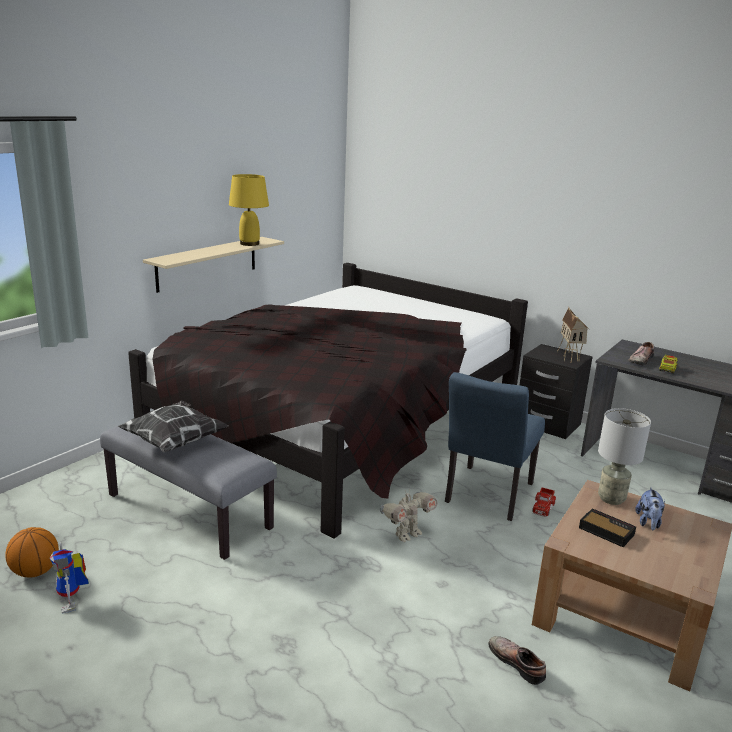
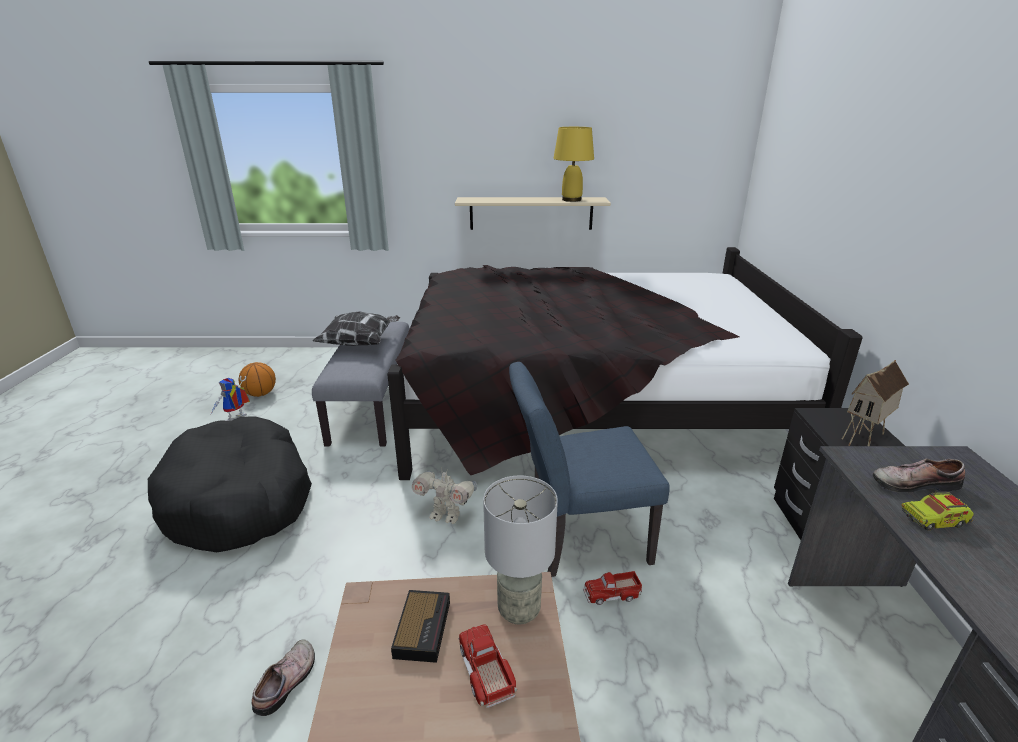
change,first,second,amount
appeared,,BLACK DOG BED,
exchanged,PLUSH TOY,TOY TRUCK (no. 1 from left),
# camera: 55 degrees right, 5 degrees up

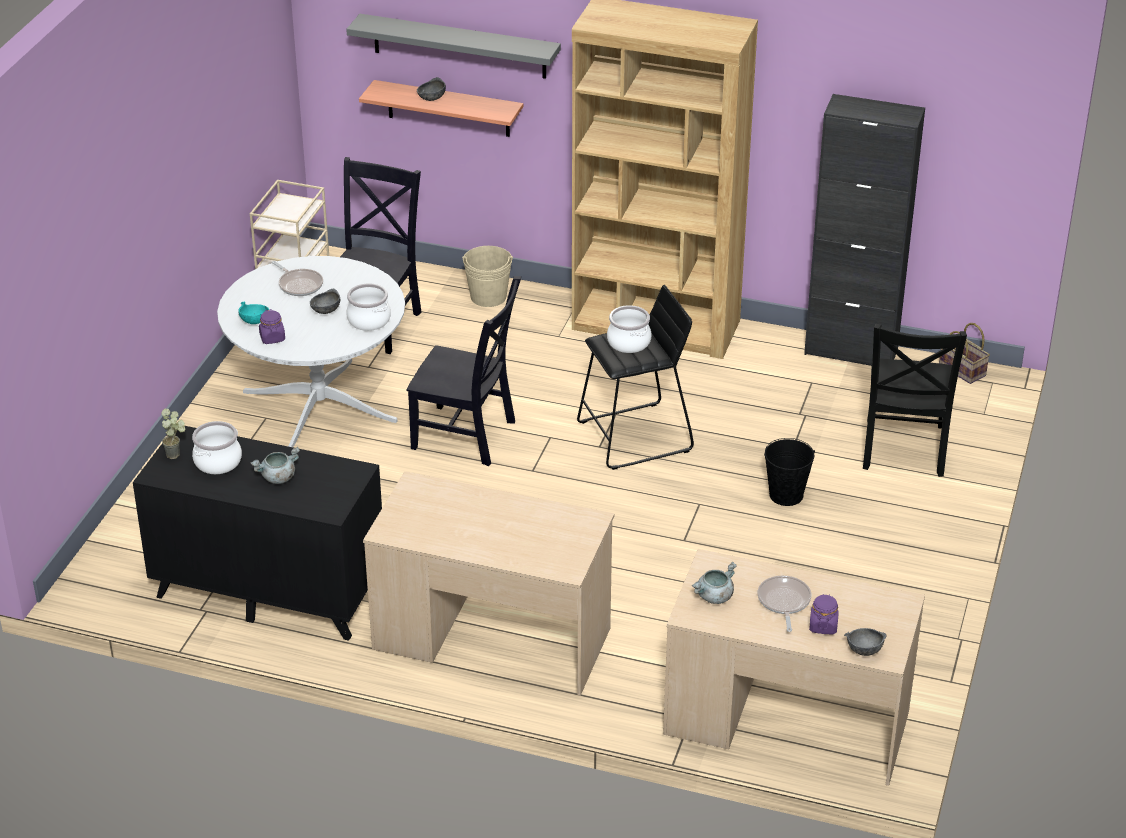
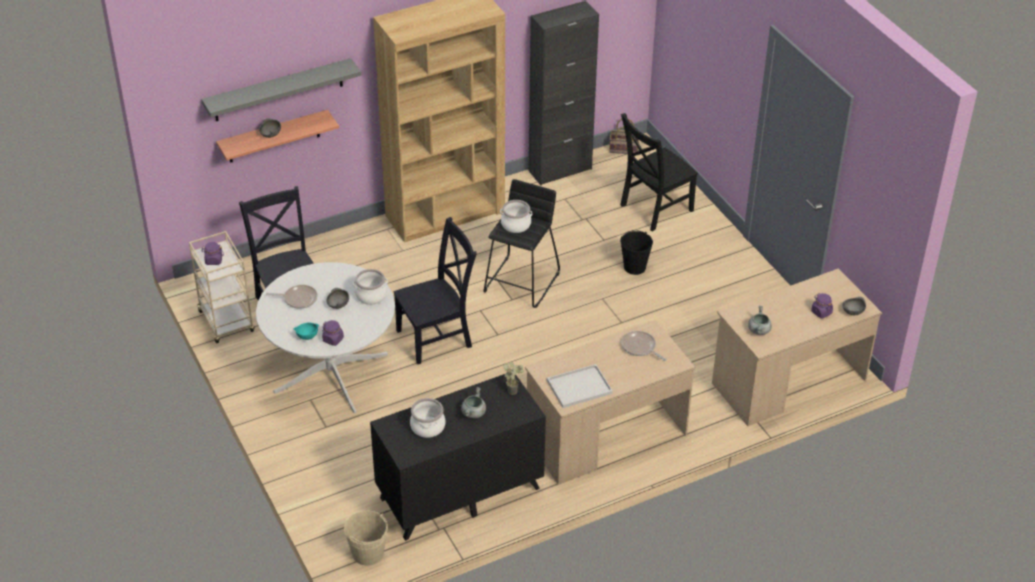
change,first,second,amount
appeared,,PURPLE JAR (no. 1 from left),
relocated,BEIGE BUCKET,,
relocated,POTTED PLANT,,
appeared,,WHITE TRAY,
spun,BLACK CHAIR (no. 3 from left),,90 degrees clockwise
relocated,FRYING PAN (no. 2 from left),,
# camera: 45 degrees left, 5 degrees up

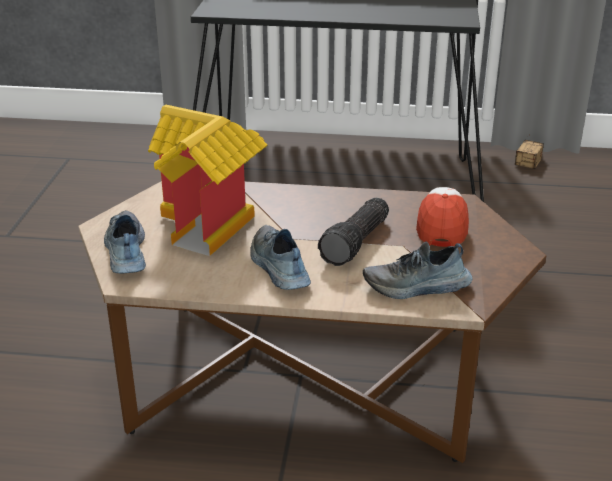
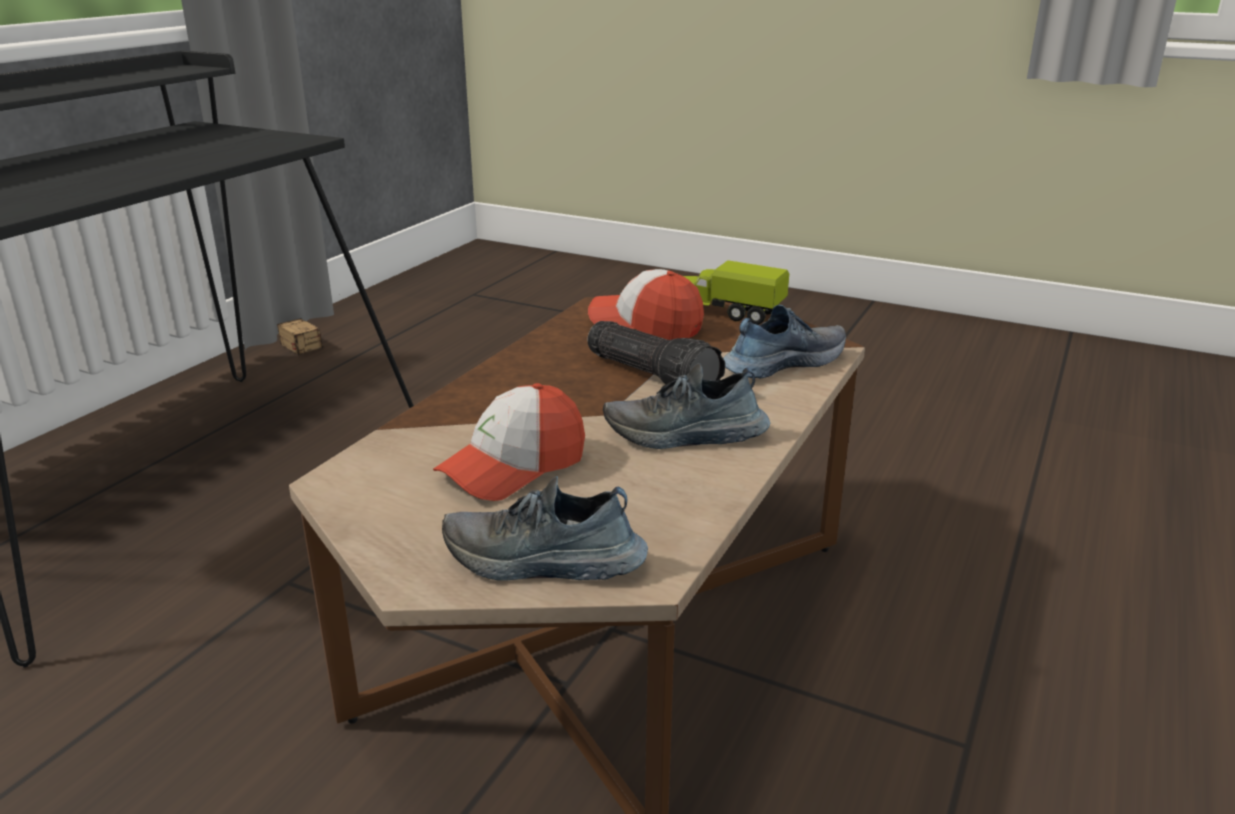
change,first,second,amount
exchanged,TOY HOUSE,CAP (no. 1 from left),
appeared,,TOY TRUCK,
spun,SHOE (no. 3 from left),,135 degrees counterclockwise
# camera: 70 degrees left, 5 degrees down

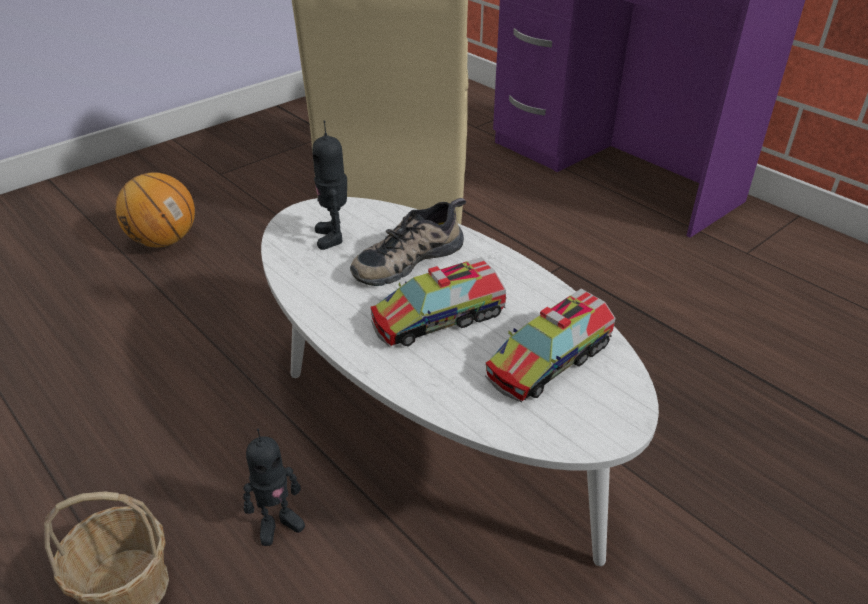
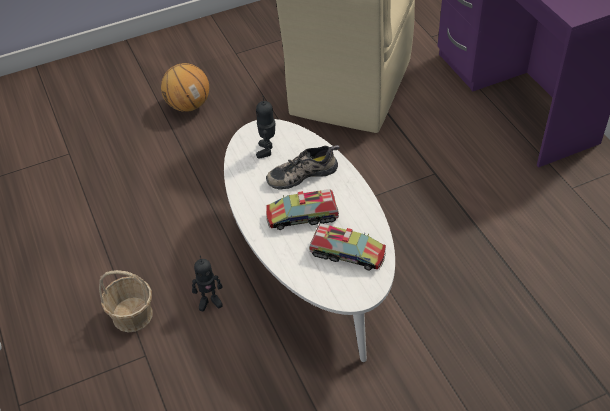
change,first,second,amount
spun,TOY TRUCK (no. 2 from left),,135 degrees counterclockwise
# camera: 20 degrees right, 10 degrees up

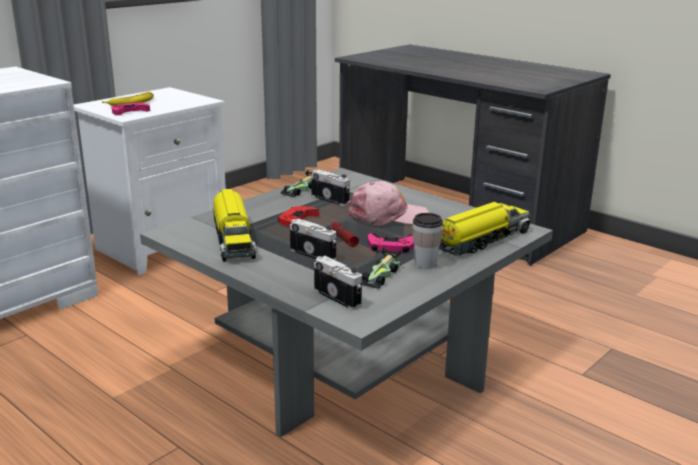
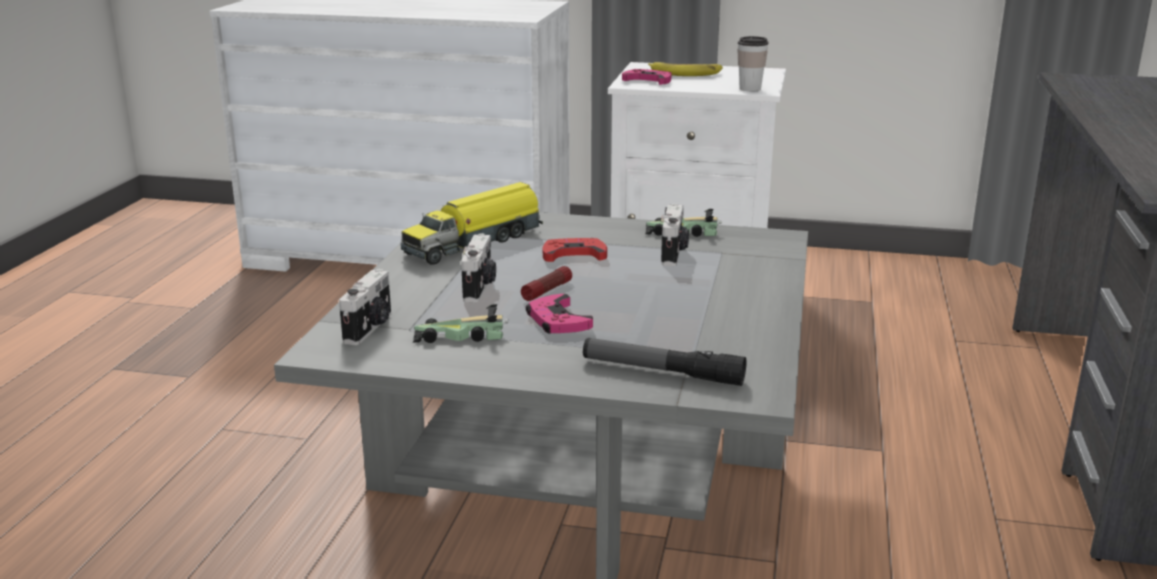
change,first,second,amount
exchanged,TOY TRUCK (no. 2 from left),FLASHLIGHT (no. 2 from left),
relocated,CUP,,
missing,PINK CAP,,
# camera: 60 degrees right, 0 degrees up

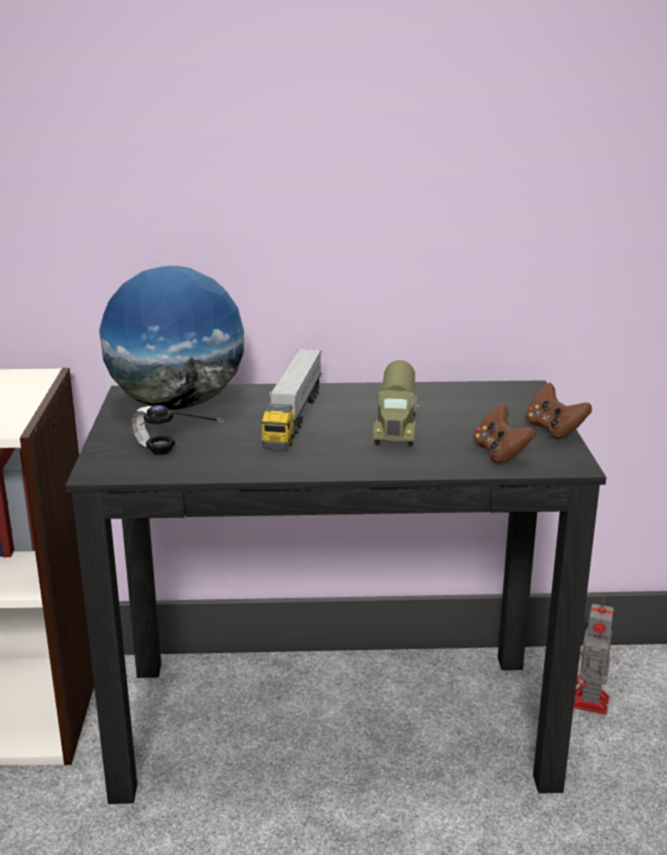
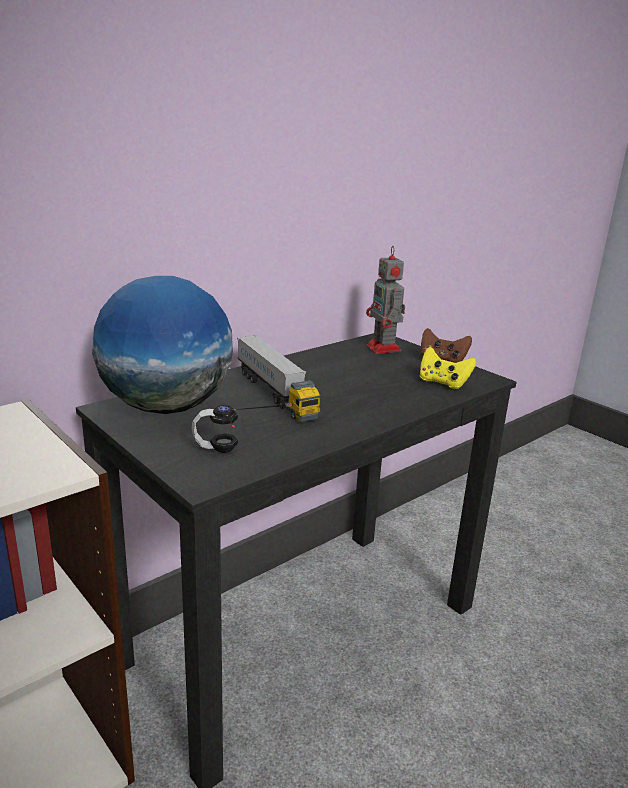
change,first,second,amount
relocated,TOY ROBOT,,
colour,BROWN GAME CONTROLLER (no. 1 from left),YELLOW GAME CONTROLLER,
missing,TOY TRUCK (no. 2 from left),,
# camera: 40 degrees left, 0 degrees up

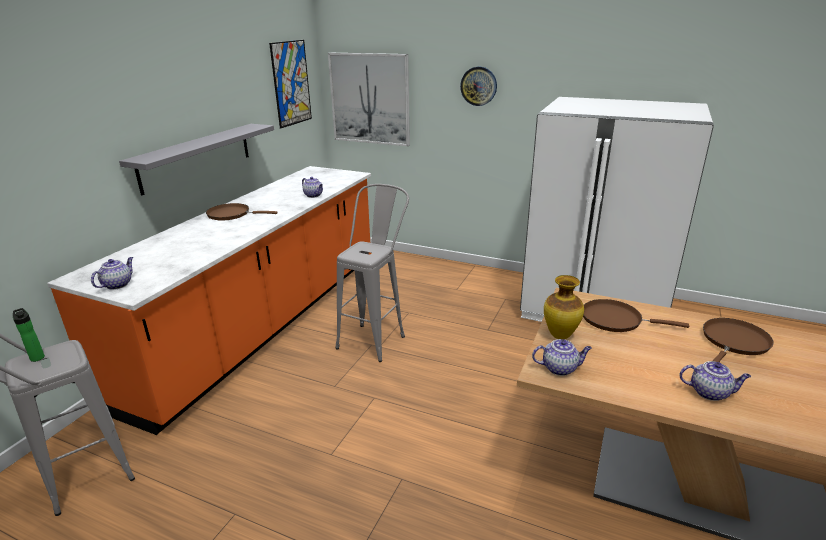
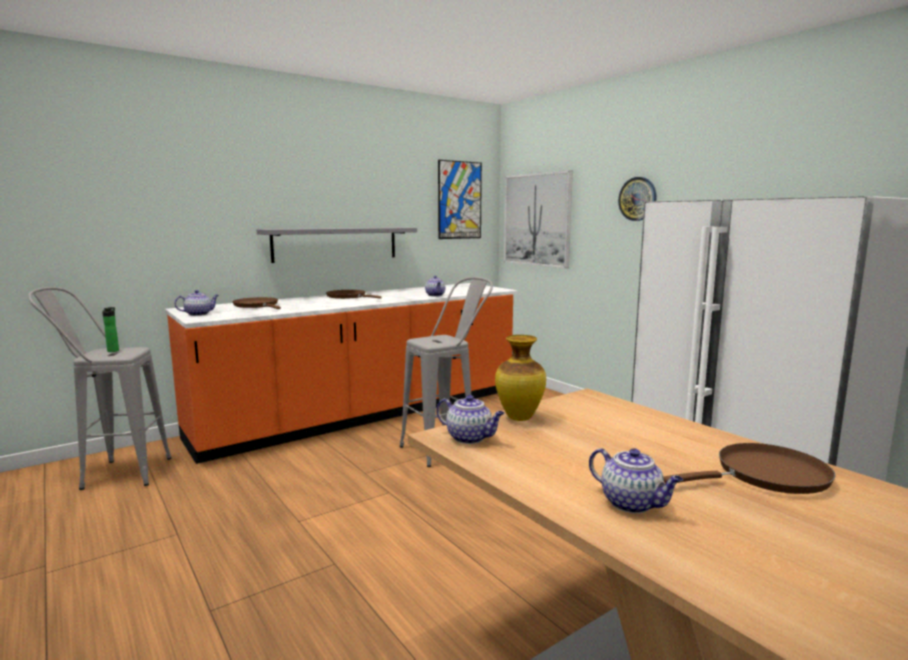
change,first,second,amount
relocated,BROWN FRYING PAN (no. 2 from left in the first image),BROWN FRYING PAN (no. 1 from left),
# camera: 30 degrees right, 15 degrees down

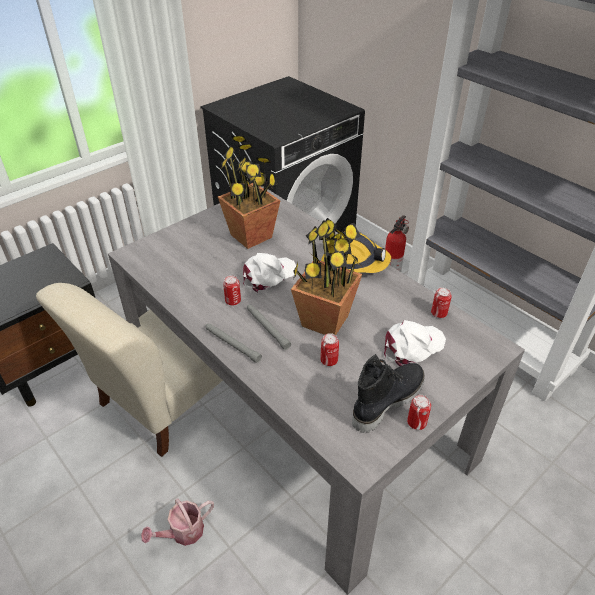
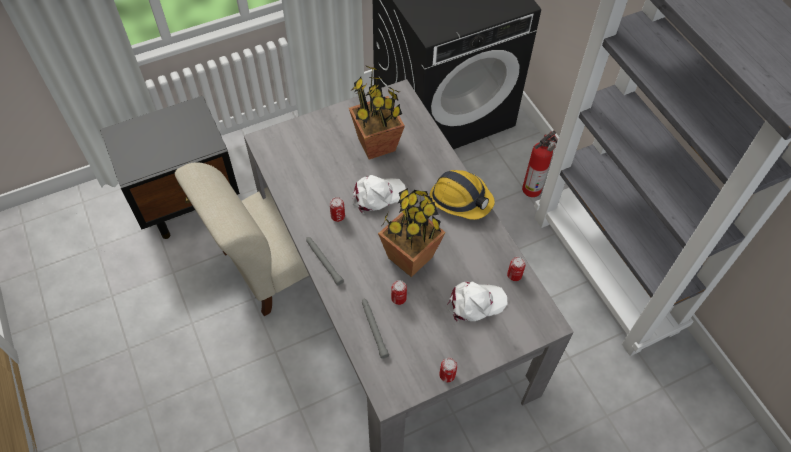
change,first,second,amount
relocated,GREY FLASHLIGHT (no. 2 from left),,
missing,WATERING CAN,,
missing,BLACK BOOT,,
# camera: 15 degrees right, 15 degrees up

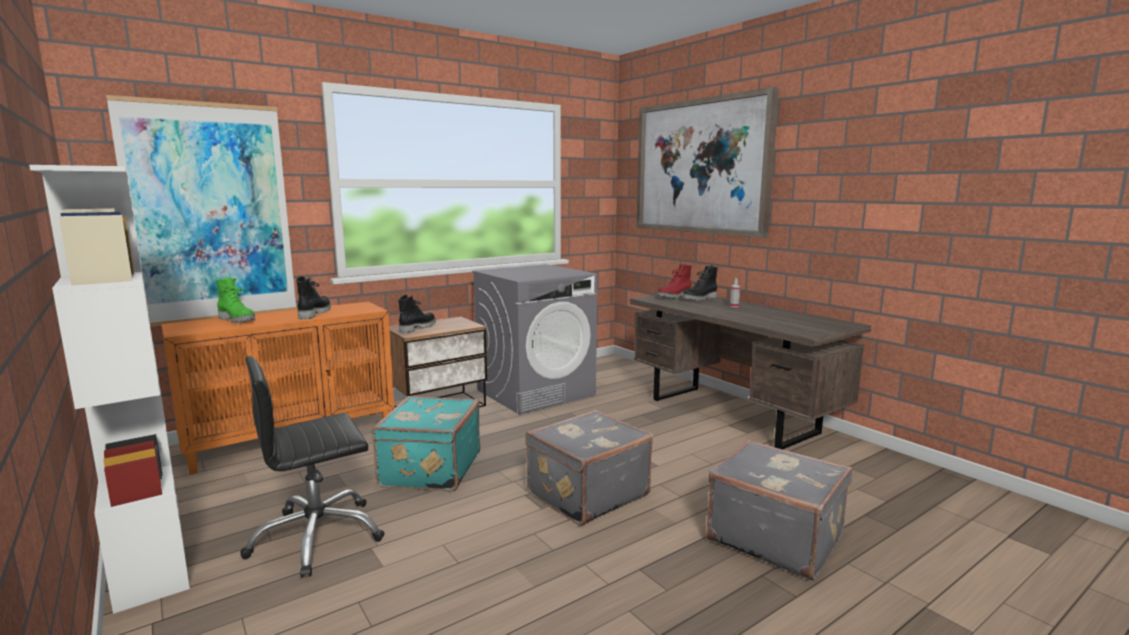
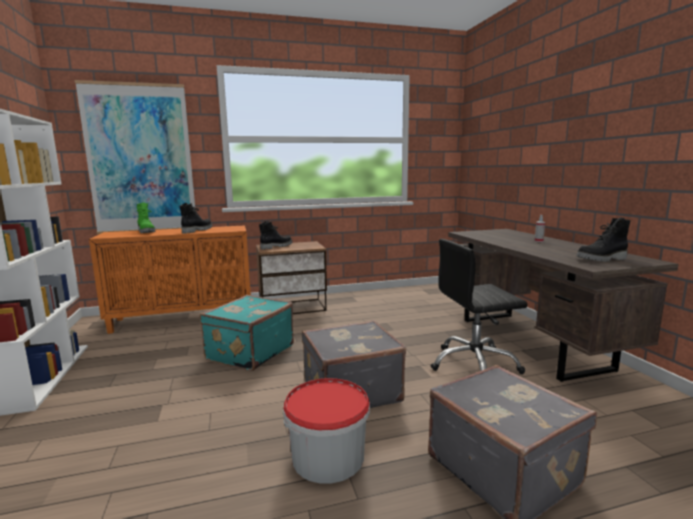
change,first,second,amount
appeared,,BUCKET,
relocated,BLACK OFFICE CHAIR,,
relocated,BLACK BOOT (no. 3 from left),,
missing,GREY WASHING MACHINE,,
missing,PICTURE (no. 2 from left),,
missing,RED BOOT,,
# camera: 20 degrees right, 0 degrees up

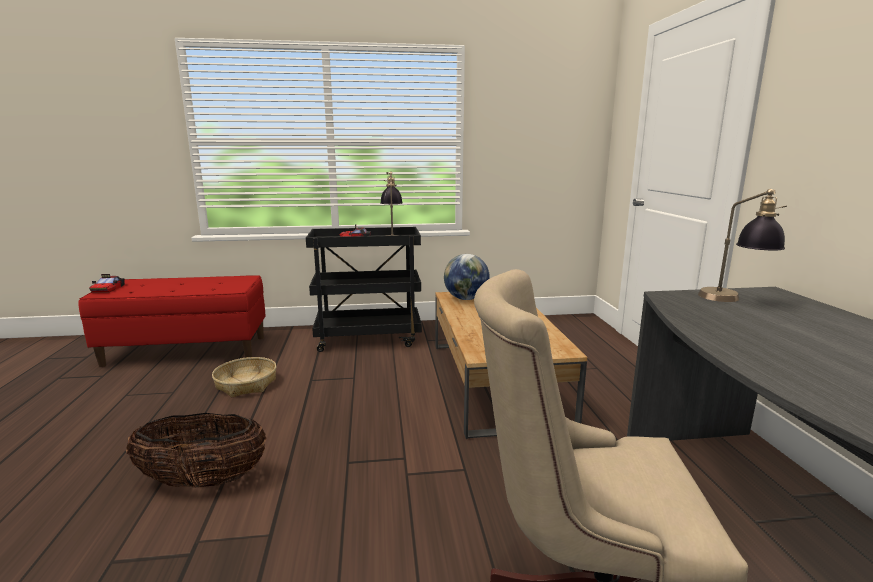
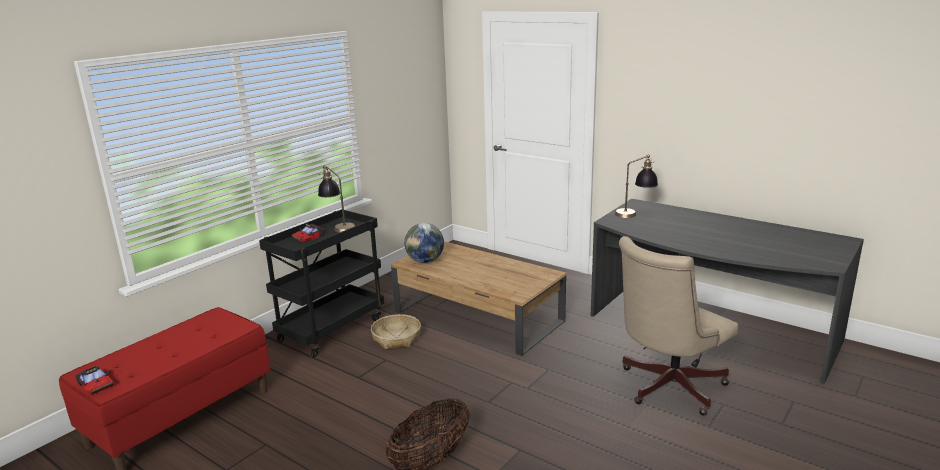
change,first,second,amount
relocated,BASKET (no. 2 from left in the first image),BASKET (no. 1 from left),
# camera: 45 degrees left, 5 degrees up

